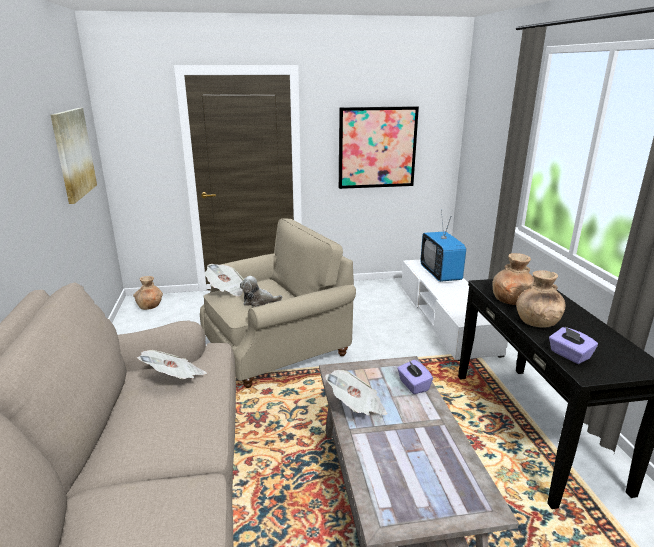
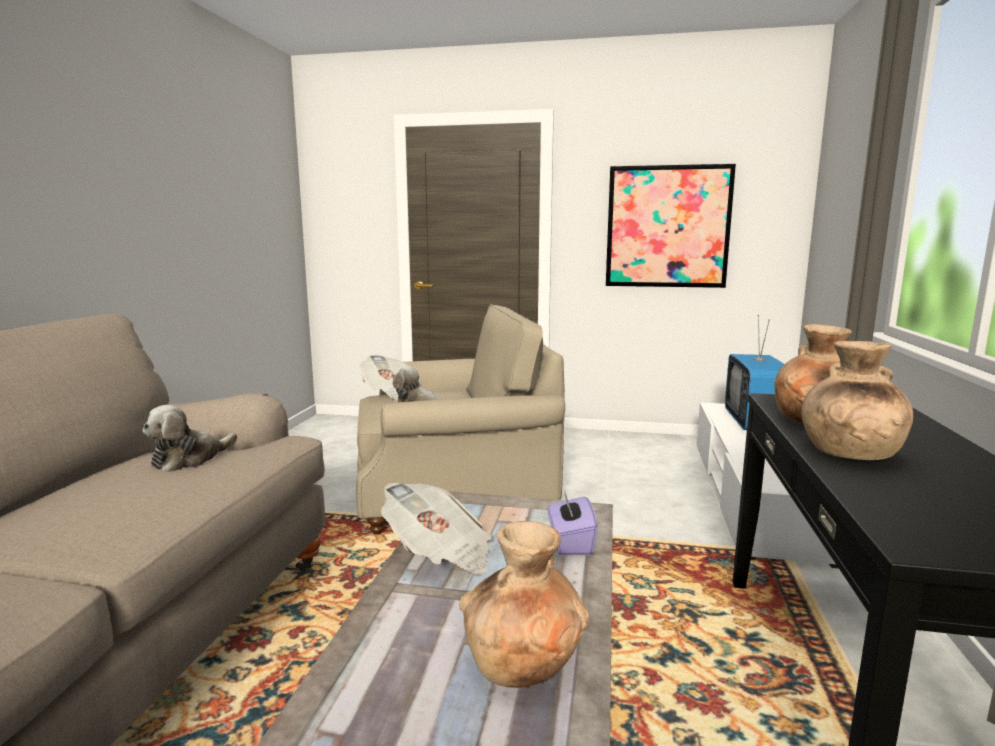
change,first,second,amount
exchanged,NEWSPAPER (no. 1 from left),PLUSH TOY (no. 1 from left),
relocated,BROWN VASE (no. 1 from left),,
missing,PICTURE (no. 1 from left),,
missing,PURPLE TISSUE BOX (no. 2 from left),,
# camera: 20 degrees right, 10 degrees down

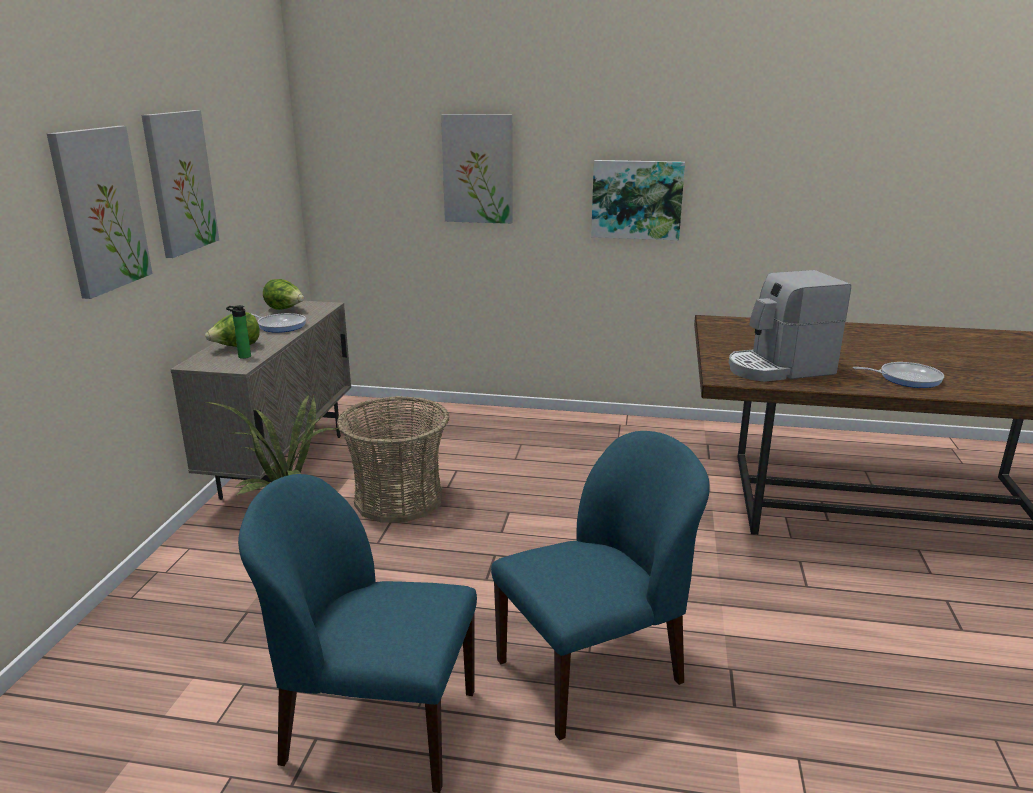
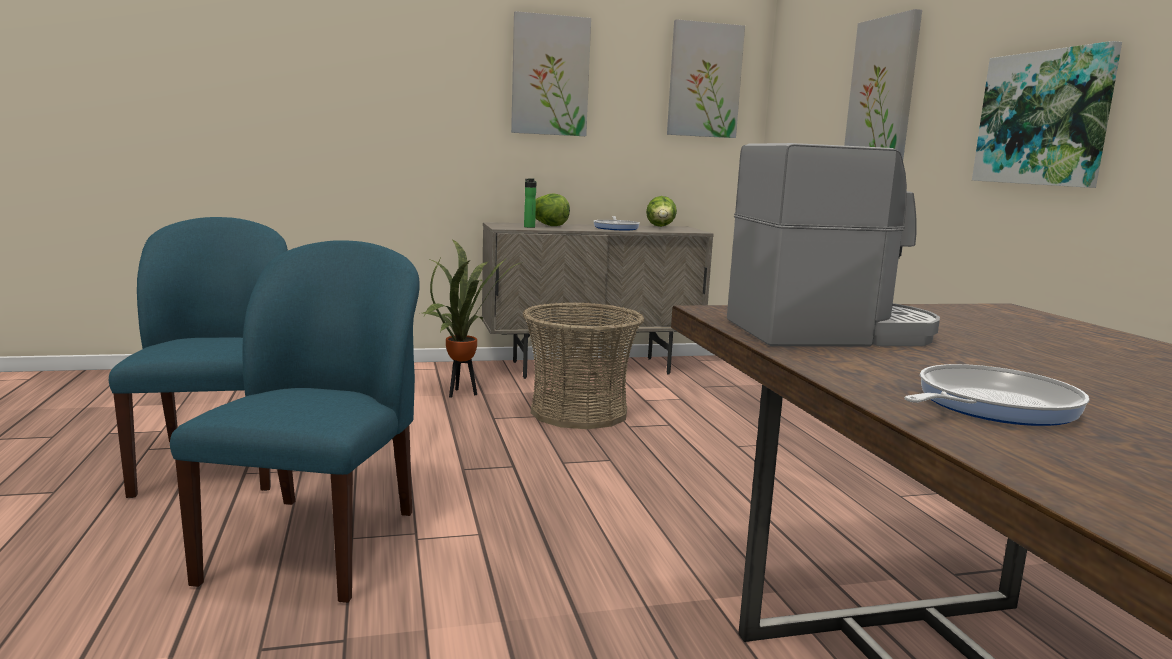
change,first,second,amount
spun,BLUE CHAIR (no. 2 from left),,120 degrees counterclockwise
relocated,PICTURE (no. 1 from left in the first image),PICTURE (no. 2 from left),
spun,COFFEE MACHINE,,120 degrees clockwise
spun,FRYING PAN (no. 2 from left),,105 degrees counterclockwise
# camera: 65 degrees right, 10 degrees down

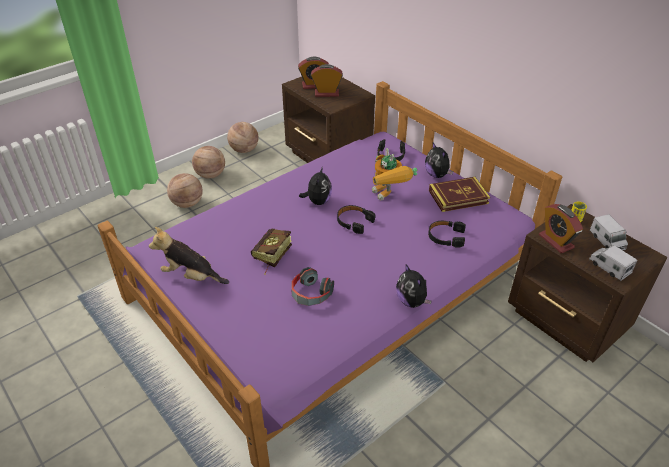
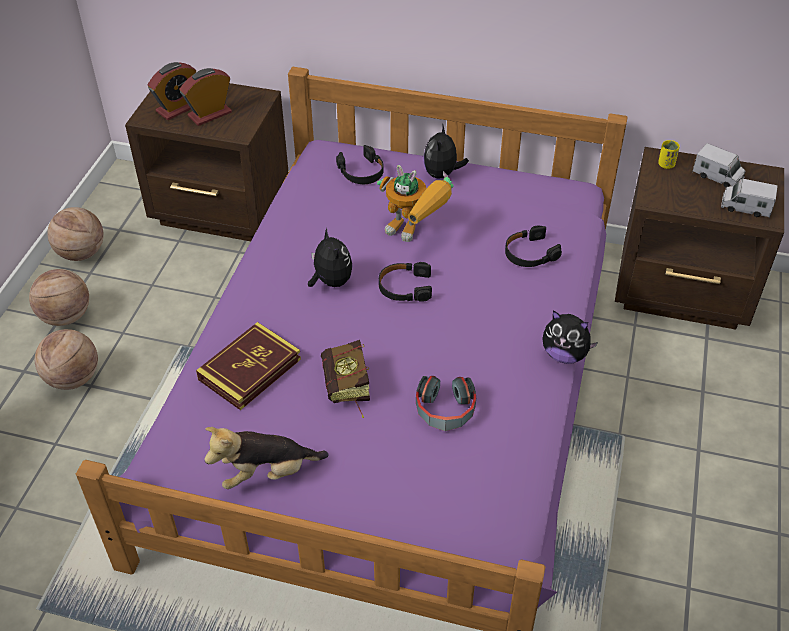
change,first,second,amount
relocated,BOOK (no. 2 from left in the first image),BOOK (no. 1 from left),
spun,PLUSH TOY (no. 4 from left in the first image),PLUSH TOY (no. 3 from left),75 degrees clockwise
missing,ALARM CLOCK (no. 3 from left),,
# camera: 35 degrees left, 5 degrees up

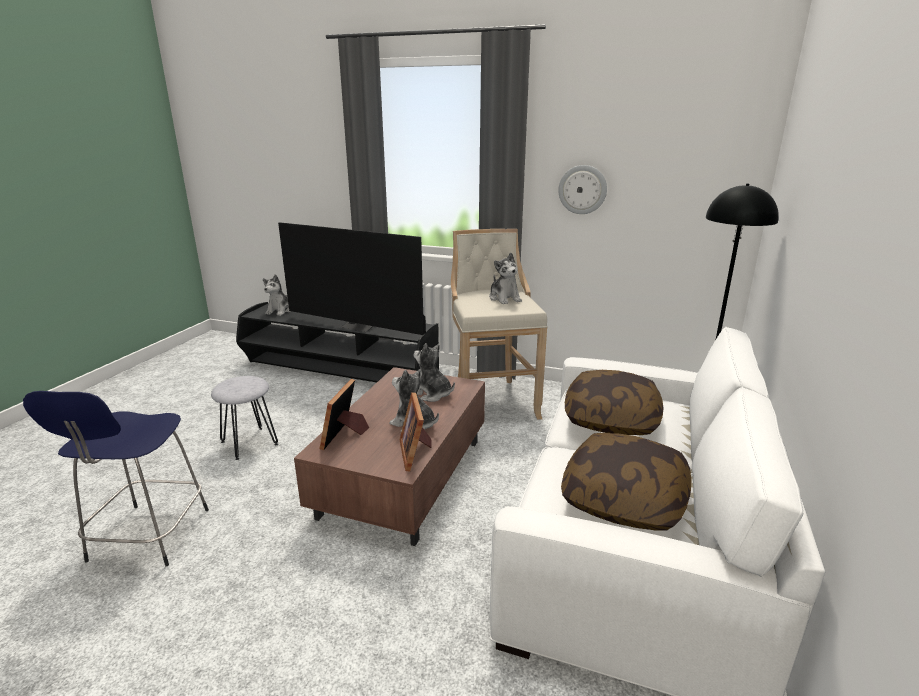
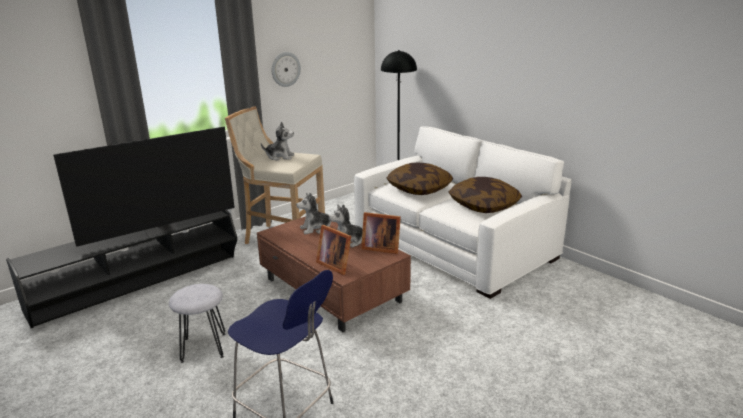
change,first,second,amount
missing,PLUSH TOY (no. 1 from left),,
# camera: 60 degrees left, 0 degrees up

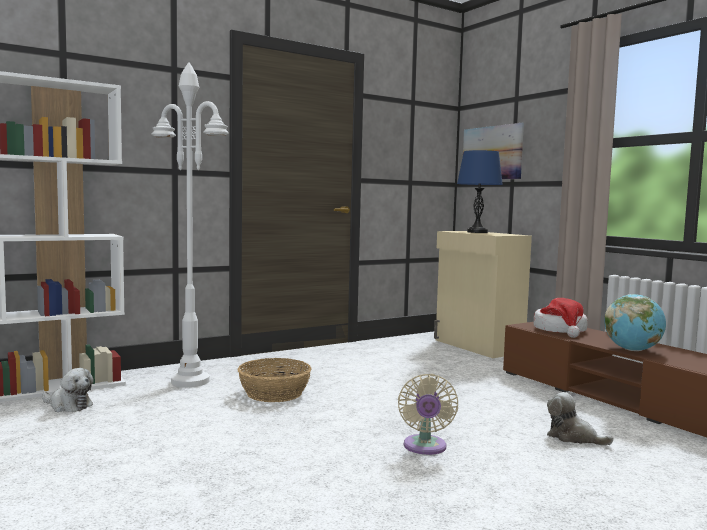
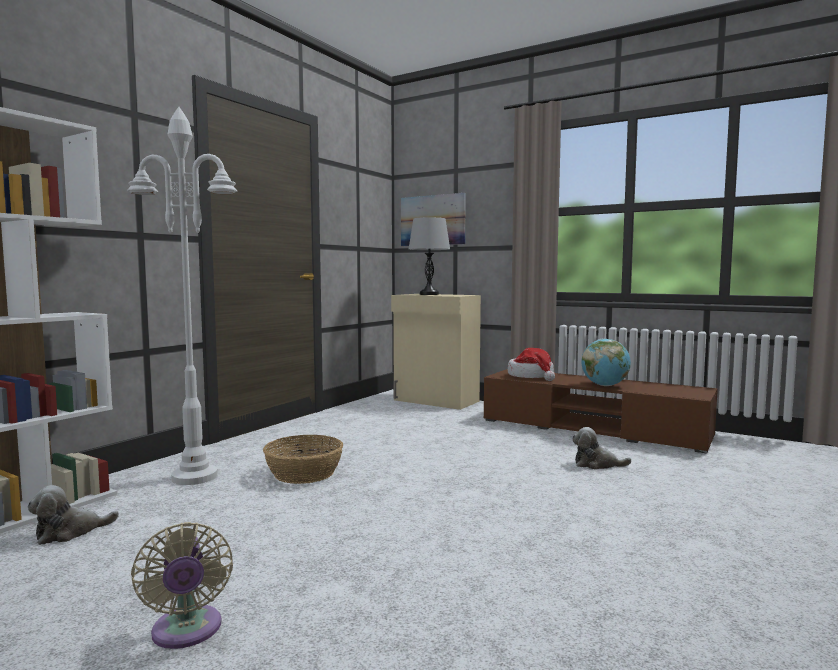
change,first,second,amount
spun,PLUSH TOY (no. 1 from left),,150 degrees clockwise
relocated,BEIGE FAN,,
colour,BLUE TABLE LAMP,GREY TABLE LAMP,
# camera: 25 degrees left, 0 degrees up

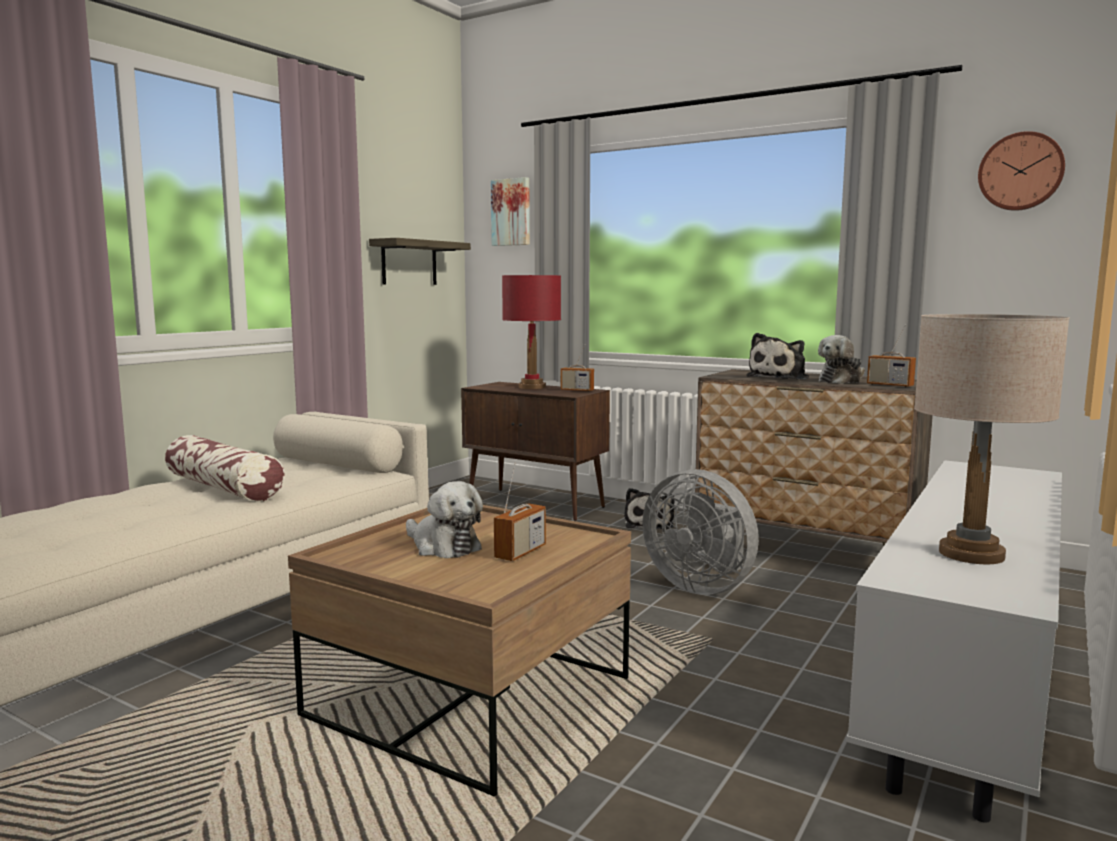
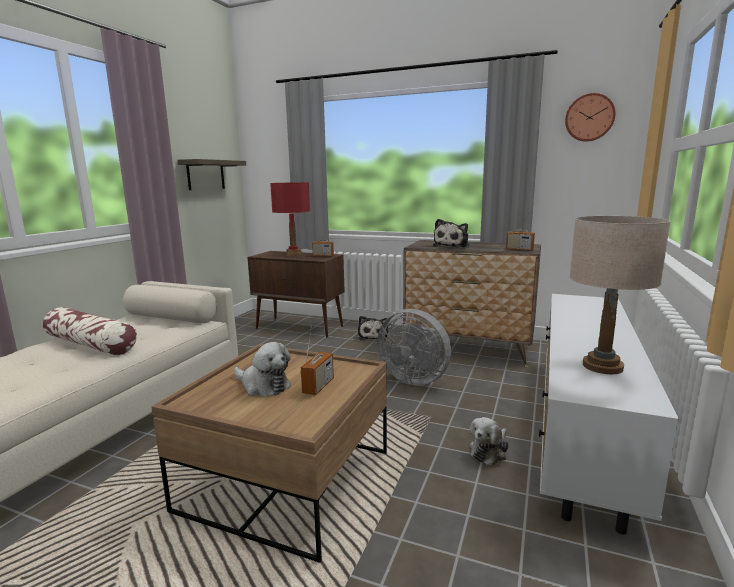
change,first,second,amount
relocated,PLUSH TOY (no. 4 from left),,
missing,PICTURE,,
# camera: 10 degrees left, 5 degrees up

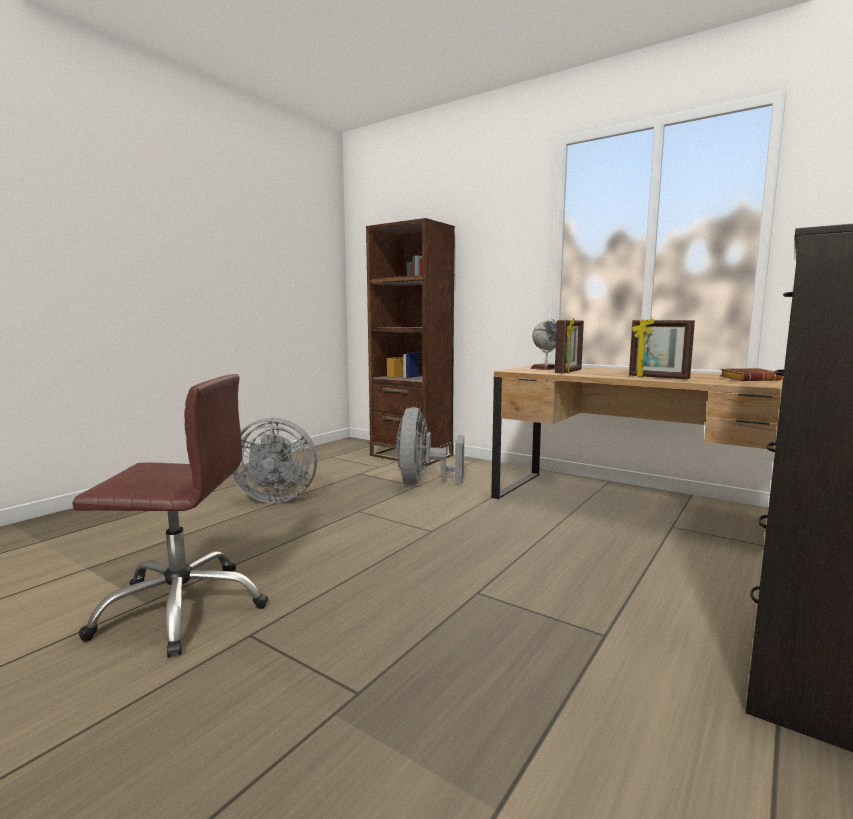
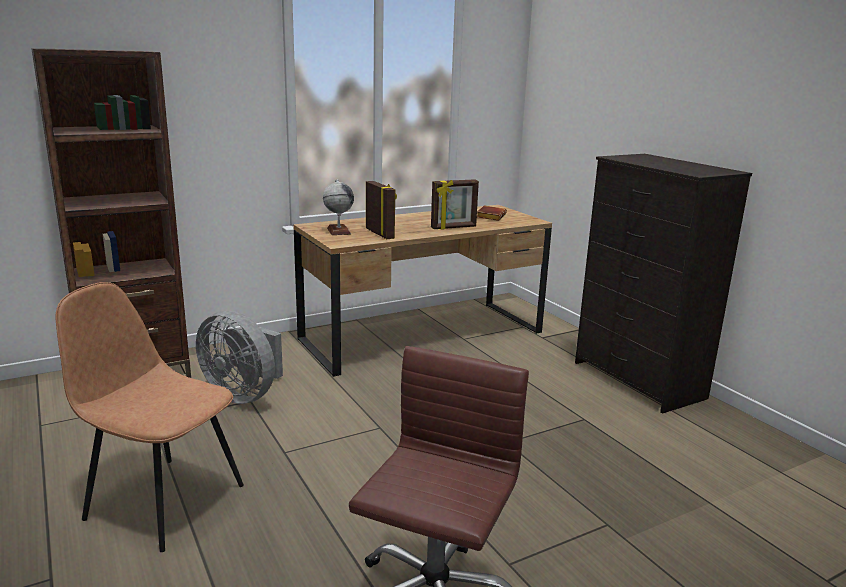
change,first,second,amount
exchanged,GREY FAN (no. 1 from left),BROWN CHAIR,
# camera: 65 degrees left, 10 degrees up

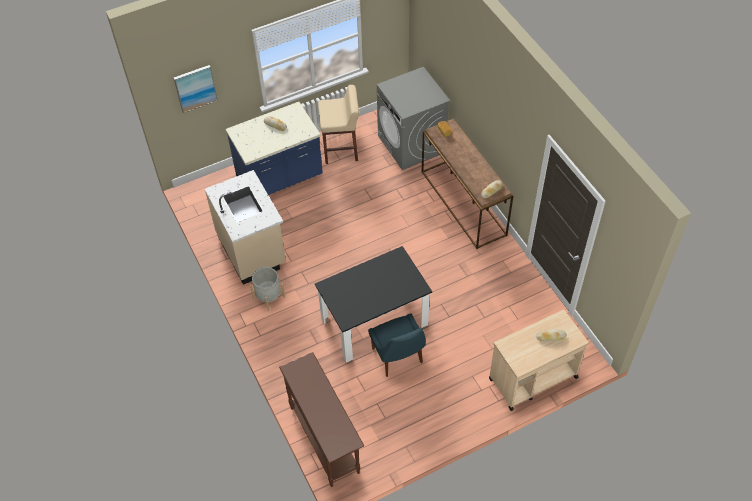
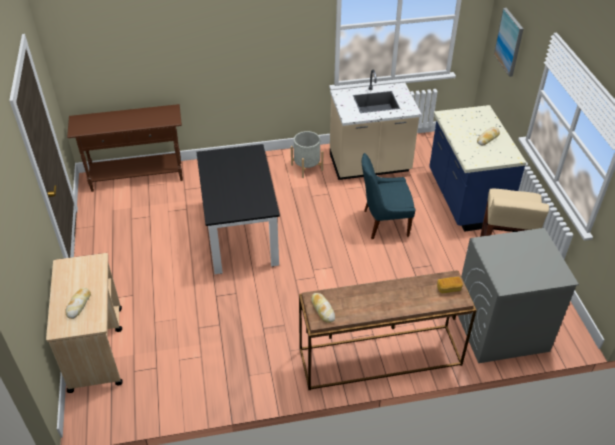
change,first,second,amount
relocated,BLUE CHAIR,,
# camera: 105 degrees right, 10 degrees down

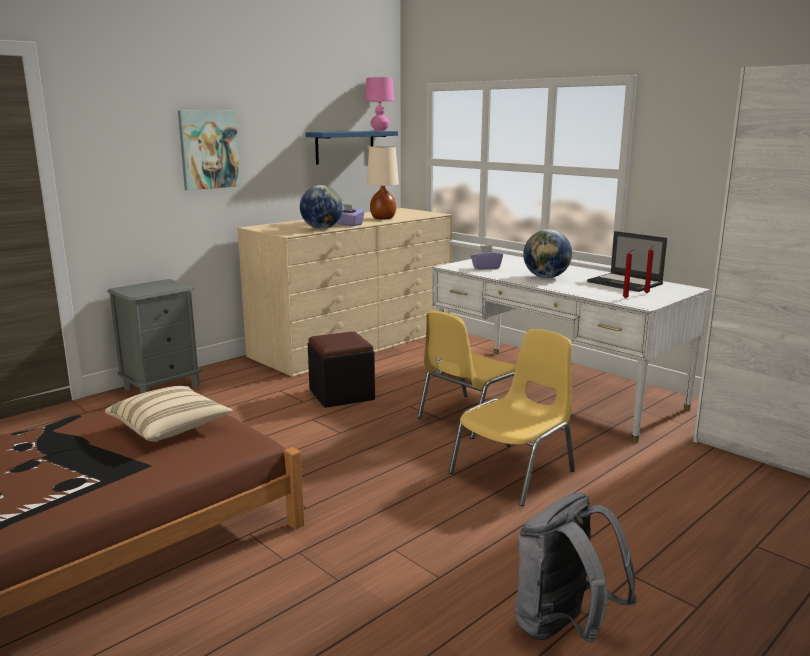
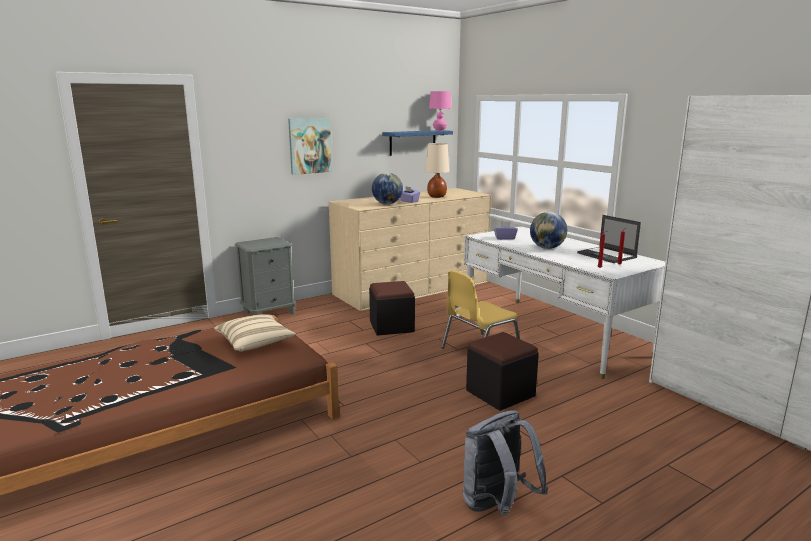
change,first,second,amount
exchanged,YELLOW CHAIR (no. 2 from left),BLACK OTTOMAN (no. 2 from left),
# camera: 10 degrees right, 0 degrees up

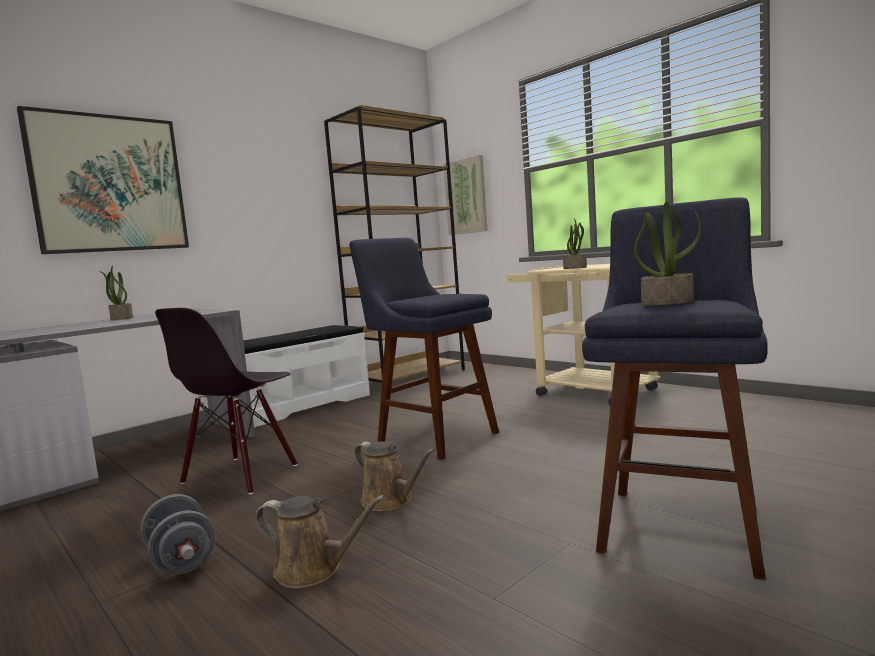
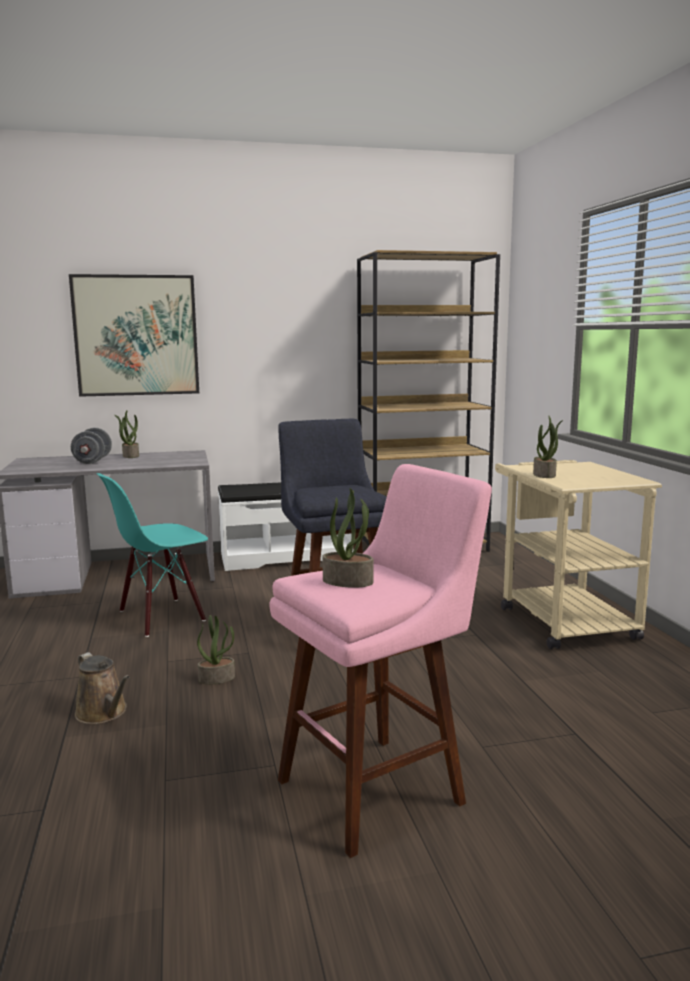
change,first,second,amount
relocated,GREY DUMBBELL,,
colour,BLACK CHAIR,TURQUOISE CHAIR,
exchanged,BROWN WATERING CAN (no. 2 from left),POTTED PLANT (no. 2 from left),
colour,BLUE STOOL (no. 2 from left),PINK STOOL,
missing,PICTURE (no. 2 from left),,
# camera: 30 degrees right, 5 degrees up

